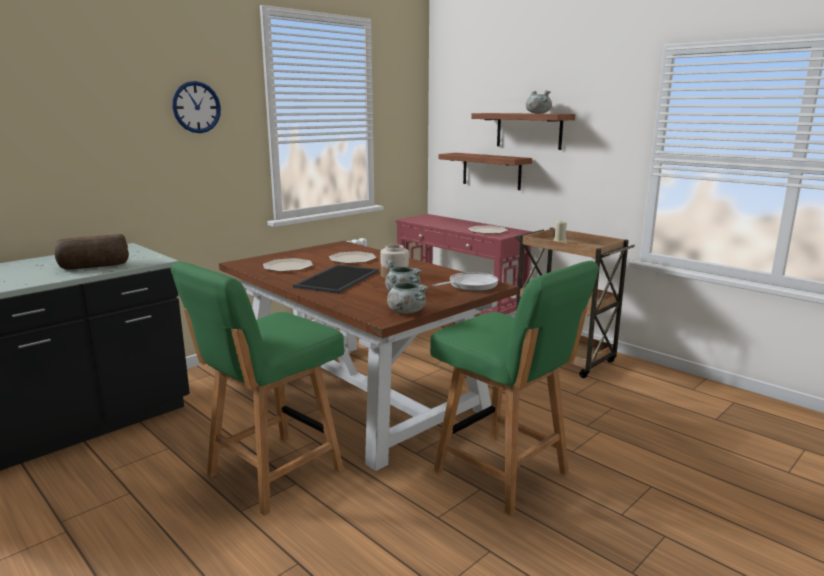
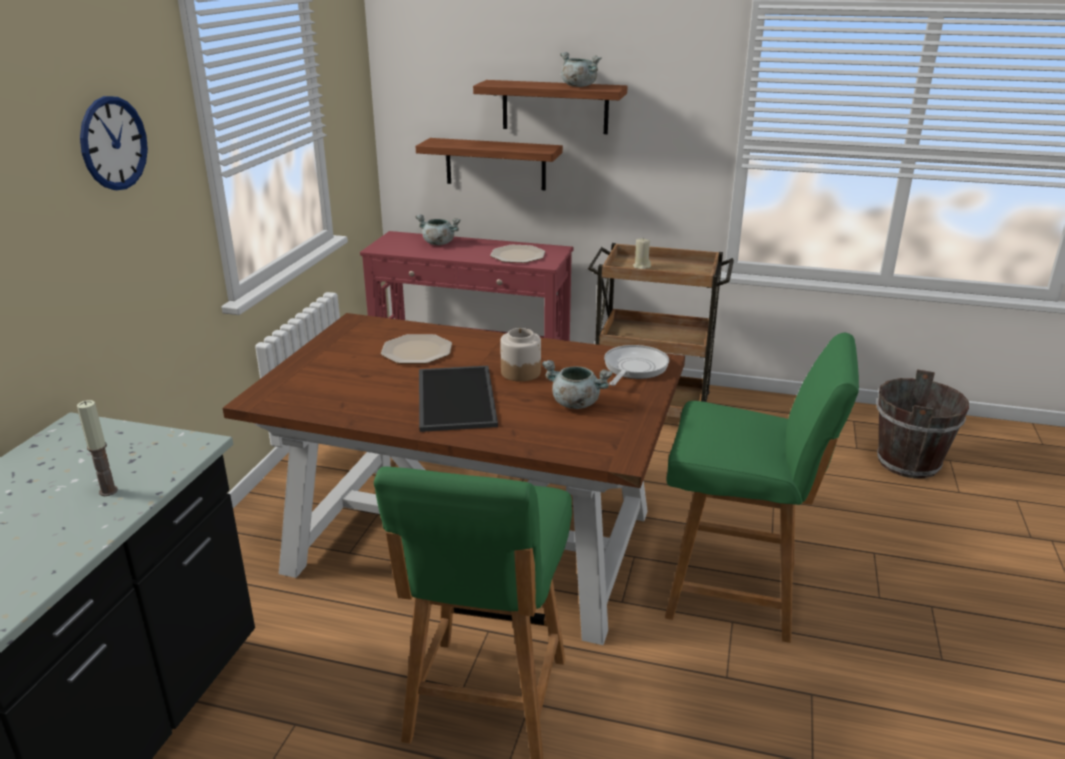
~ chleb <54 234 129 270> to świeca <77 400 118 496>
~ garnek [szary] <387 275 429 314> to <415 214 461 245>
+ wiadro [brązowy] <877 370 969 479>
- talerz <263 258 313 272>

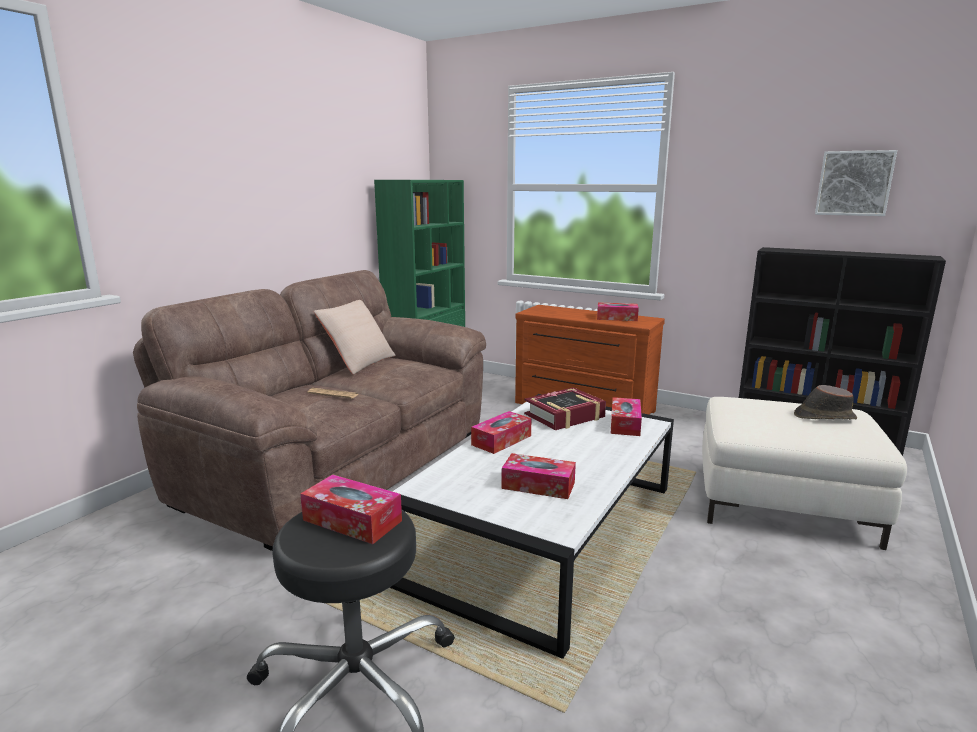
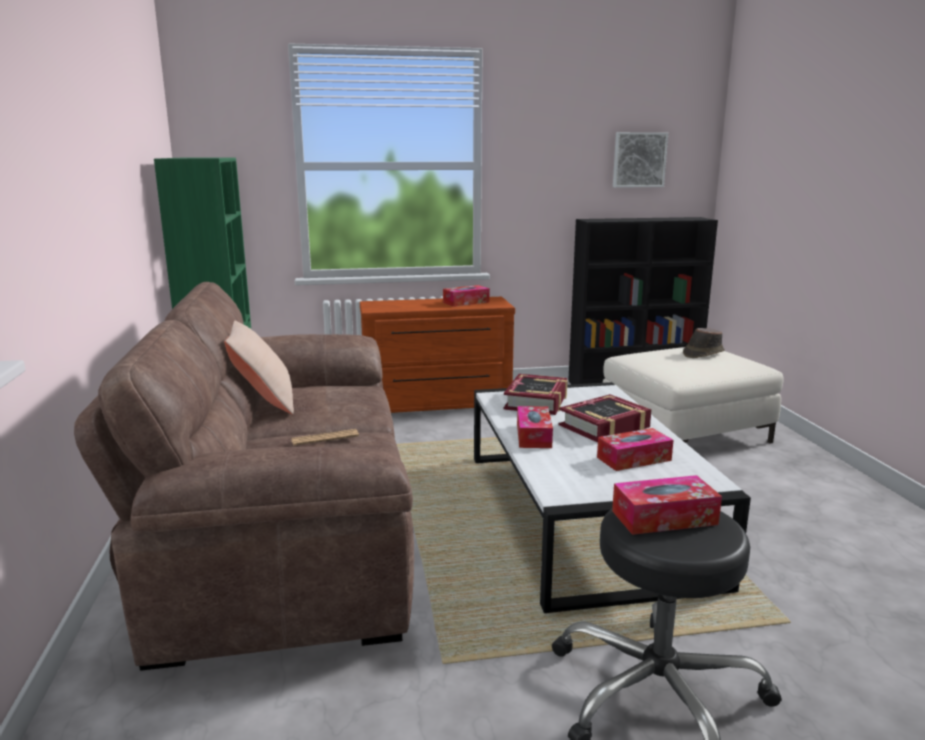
+ książka <559 394 652 443>
- pudełko chusteczek <611 397 642 436>

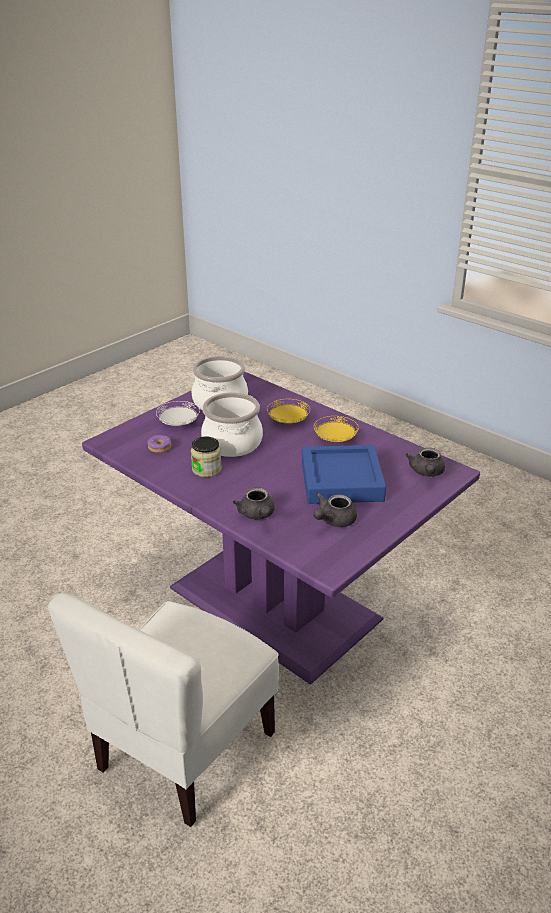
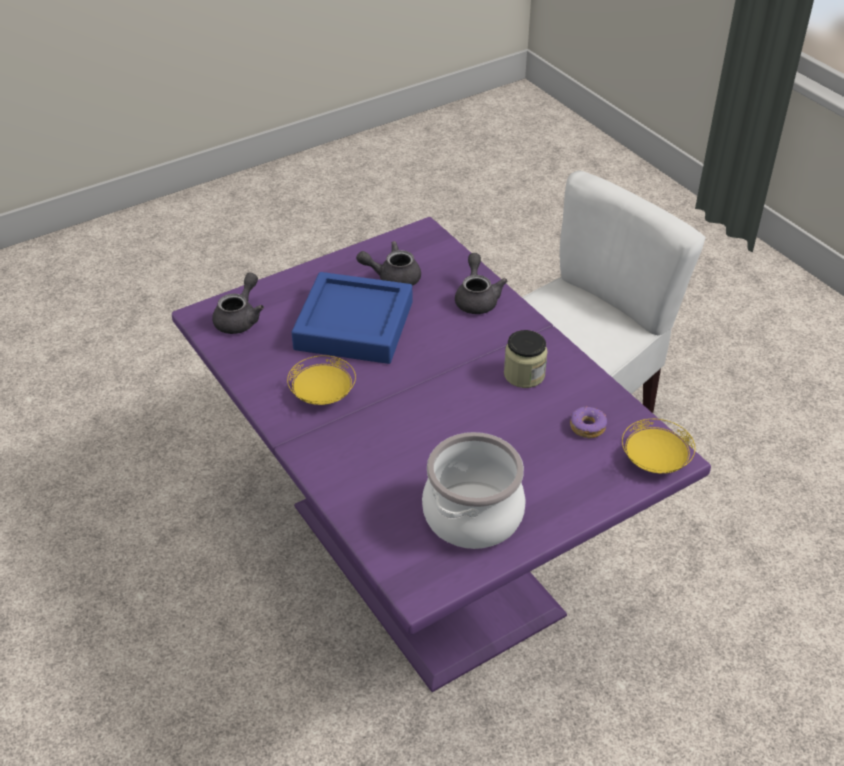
~ imbryk [szary] <313 493 357 527> = <356 241 421 286> 150 degrees counterclockwise
~ talerz [żółty] <267 399 310 424> to <622 419 695 474>
- talerz [biały] <156 401 200 426>
- garnek <201 392 263 457>

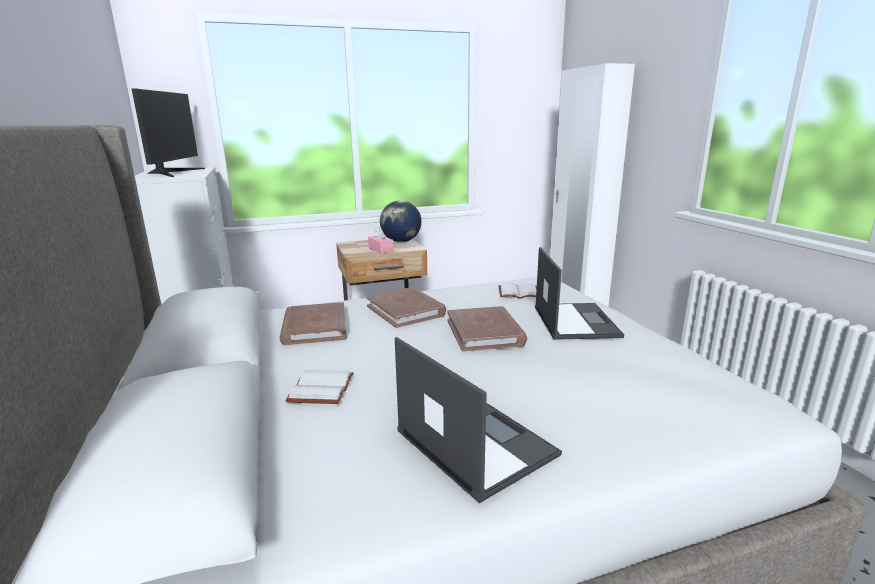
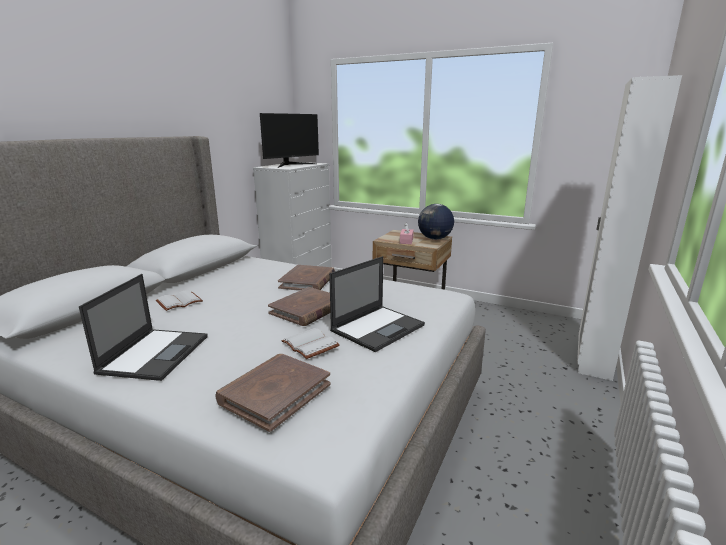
~ książka [brązowy] <280 302 347 345> to <215 354 331 432>
~ książka [biały] <499 282 537 299> to <282 328 340 359>

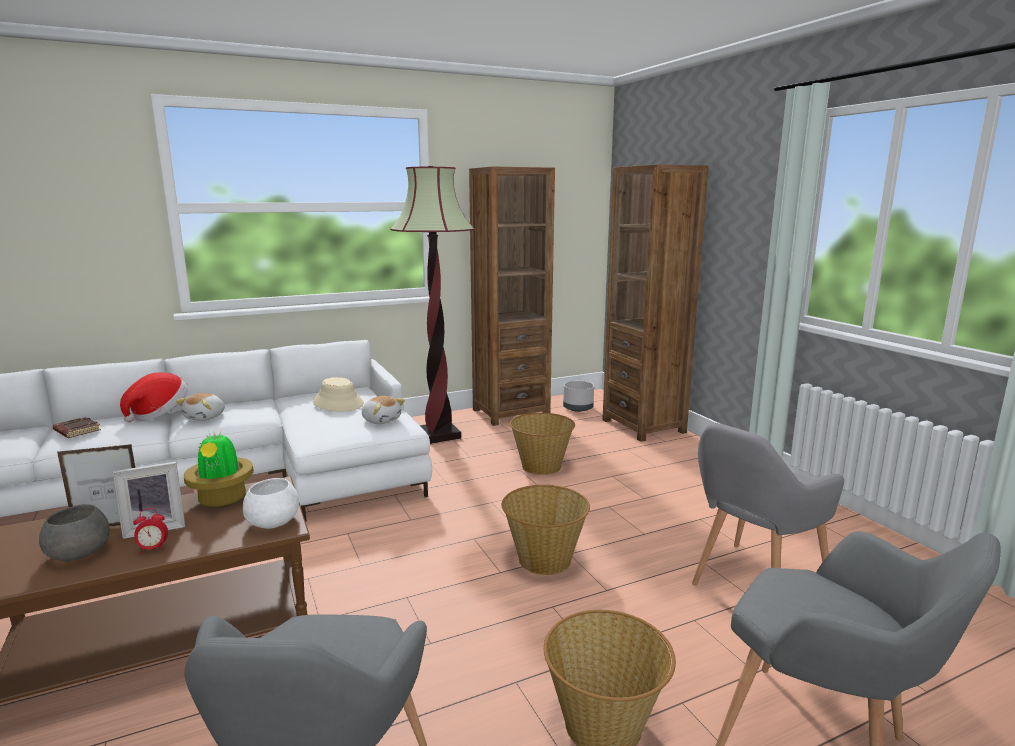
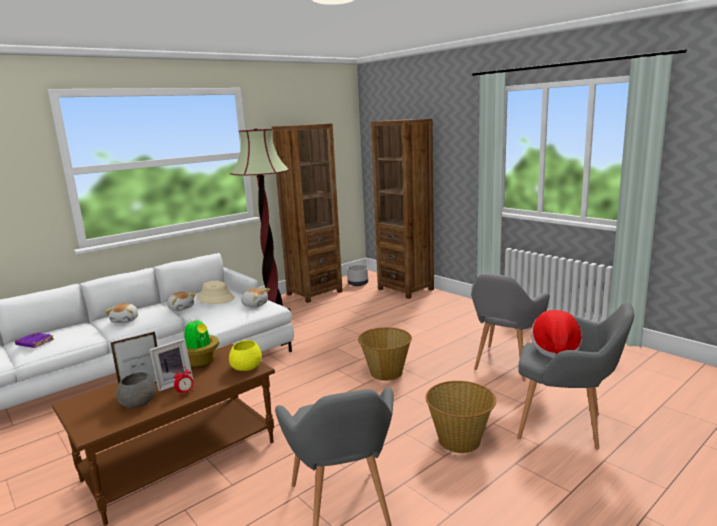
~ książka [brązowy] <53 417 101 438> to książka [fioletowy] <15 333 54 348>
+ pluszak <167 292 196 311>
~ miska [biały] <243 478 299 529> to miska [żółty] <229 340 262 371>
~ kapelusz <120 372 188 423> to <531 310 582 358>
- koszyk <510 413 575 475>

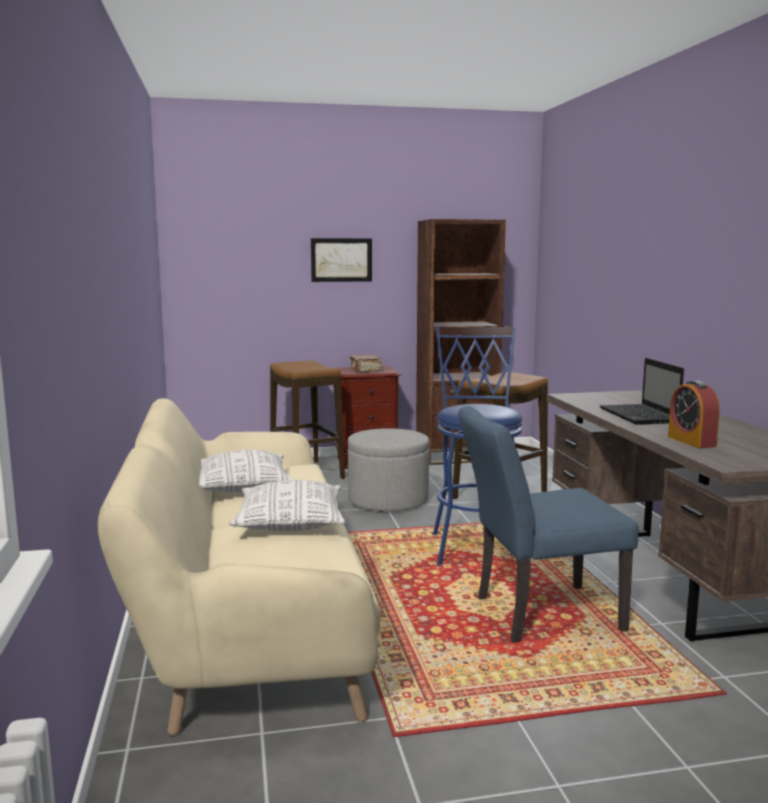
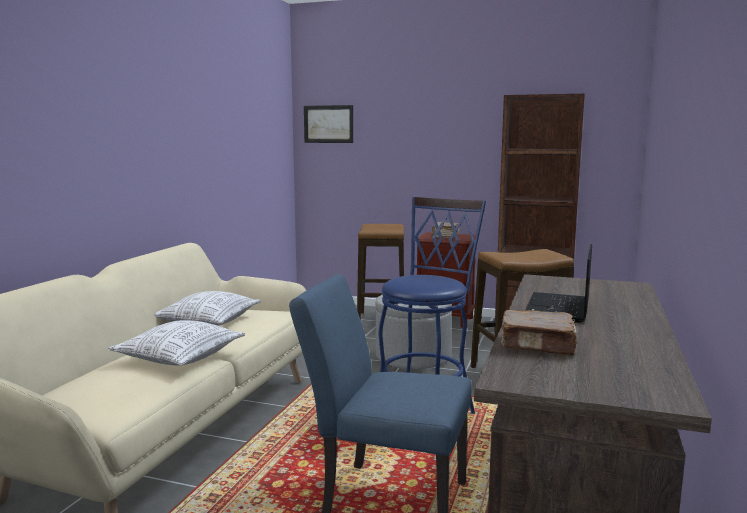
~ obraz <311 238 372 282> to <304 105 353 143>
~ budzik <668 381 719 448> to książka [brązowy] <501 310 578 356>

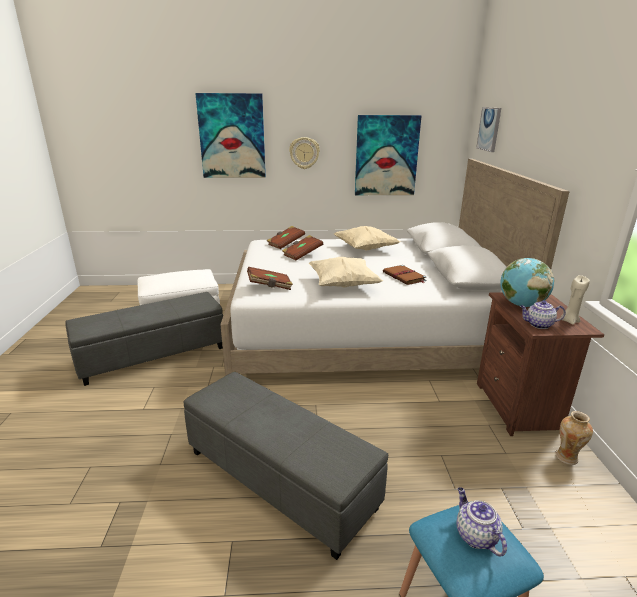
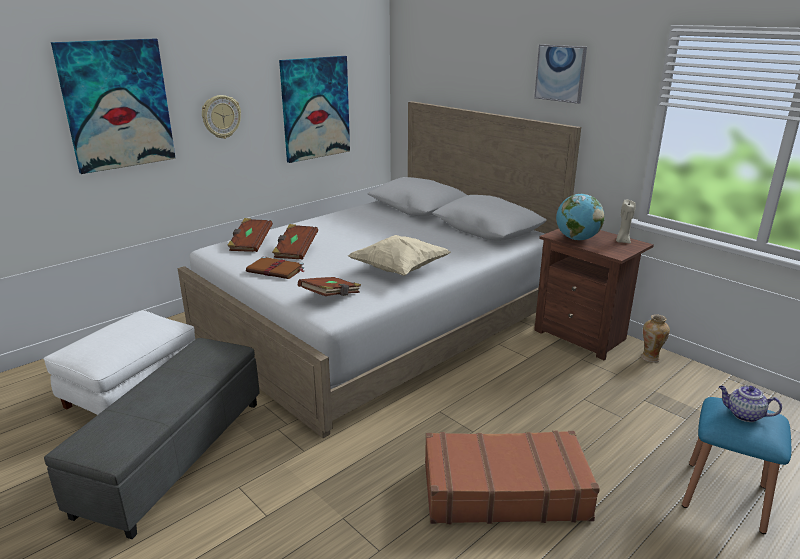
~ książka [brązowy] <383 265 427 285> to <246 256 304 279>
~ pufa [szary] <184 372 388 560> to walizka [brązowy] <425 430 600 524>
~ obraz <476 107 501 152> to <534 44 587 104>
- poduszka [beżowy] <334 226 400 250>
- imbryk <520 300 566 329>

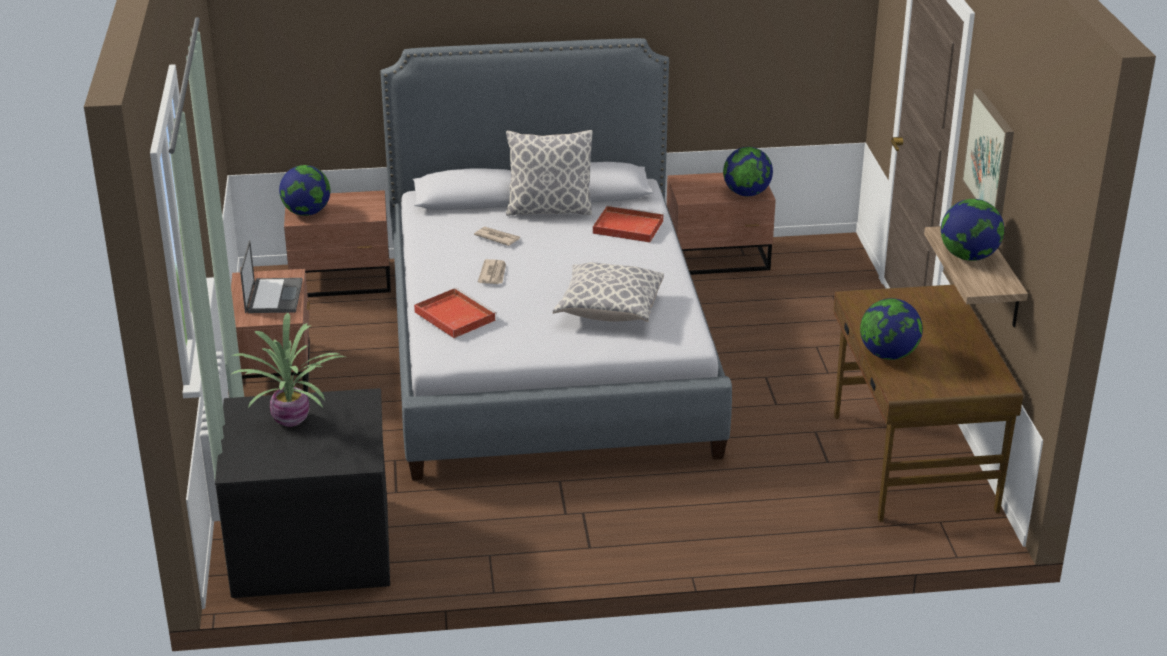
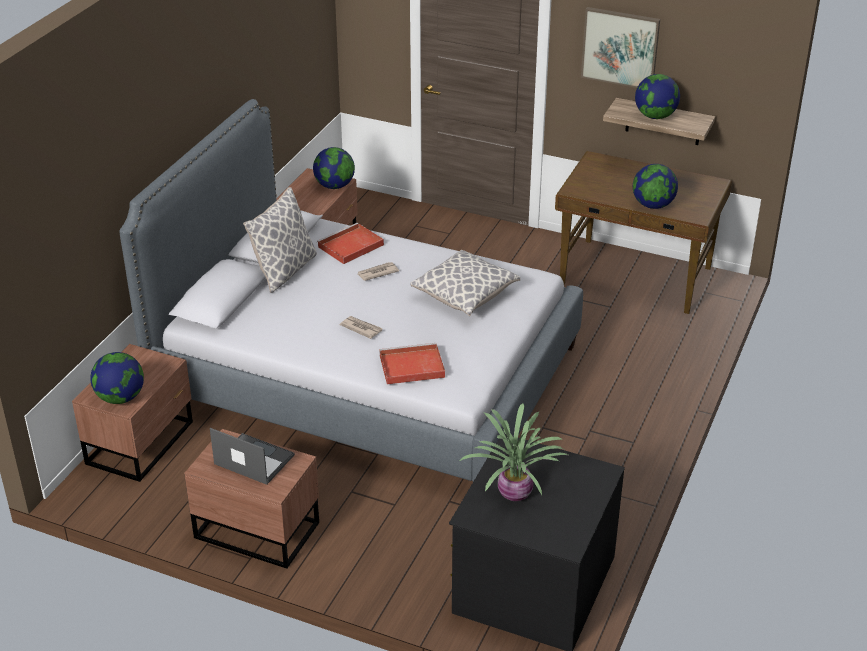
~ gazeta <474 226 520 246> to <358 262 399 281>

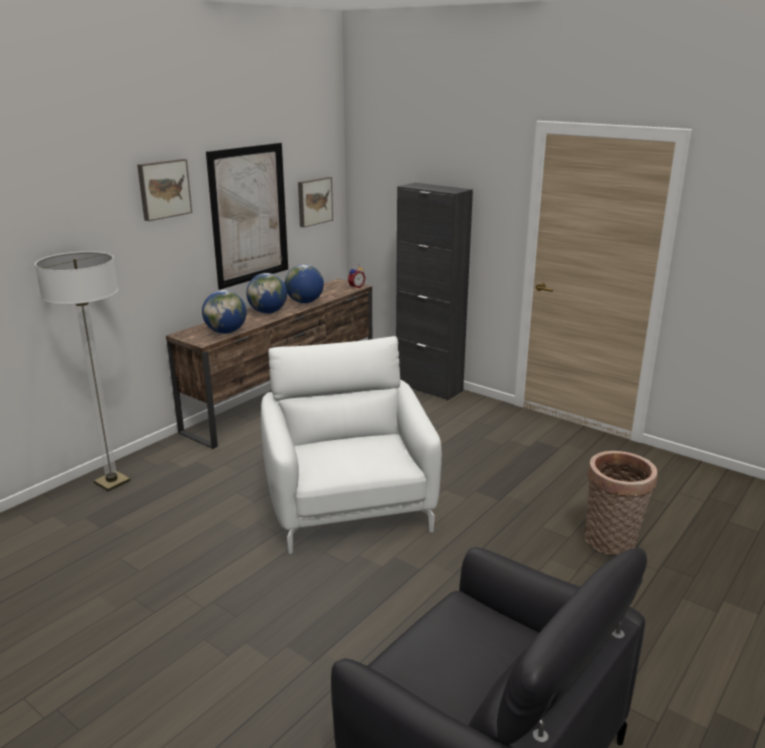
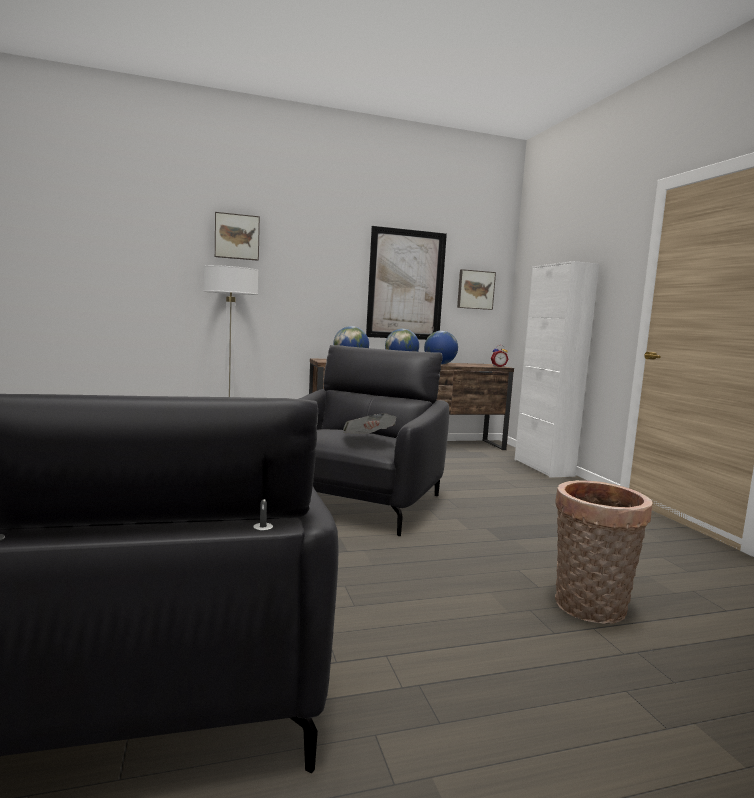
~ obraz <137 159 192 221> to <215 212 260 261>
~ fotel [biały] <261 336 442 554> to fotel [czarny] <299 345 449 536>
+ gazeta <343 413 396 434>
~ szafka [czarny] <396 183 473 401> to szafka [biały] <515 261 599 478>

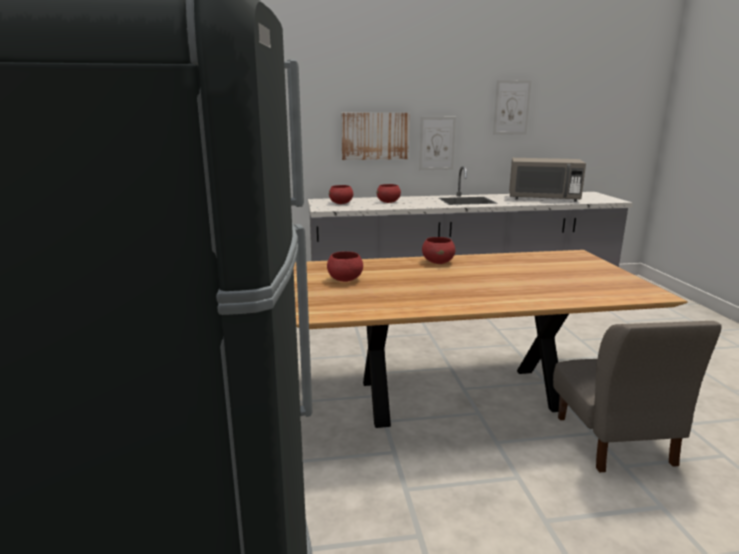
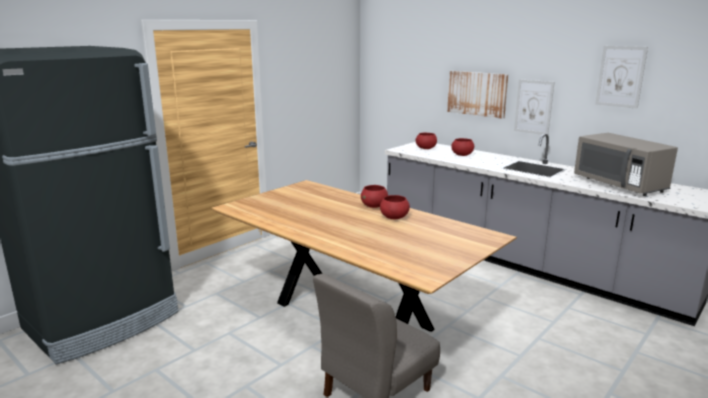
~ miska [czerwony] <327 251 363 282> to <380 195 410 219>

